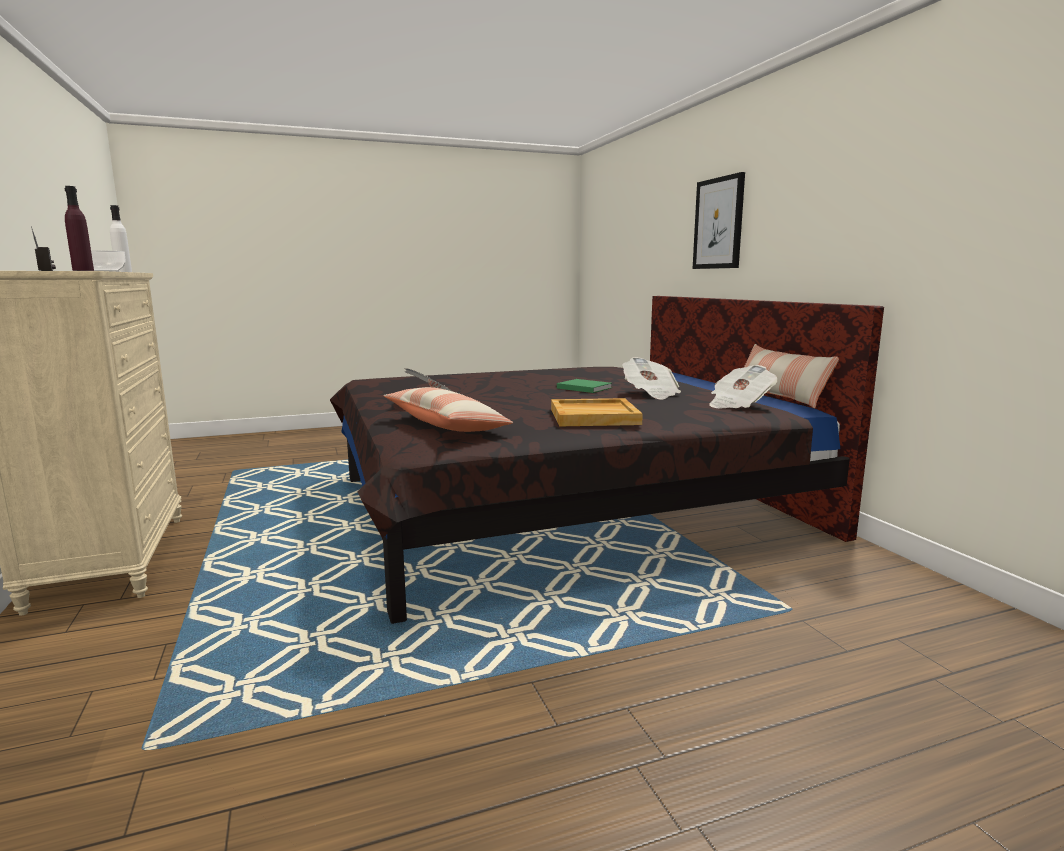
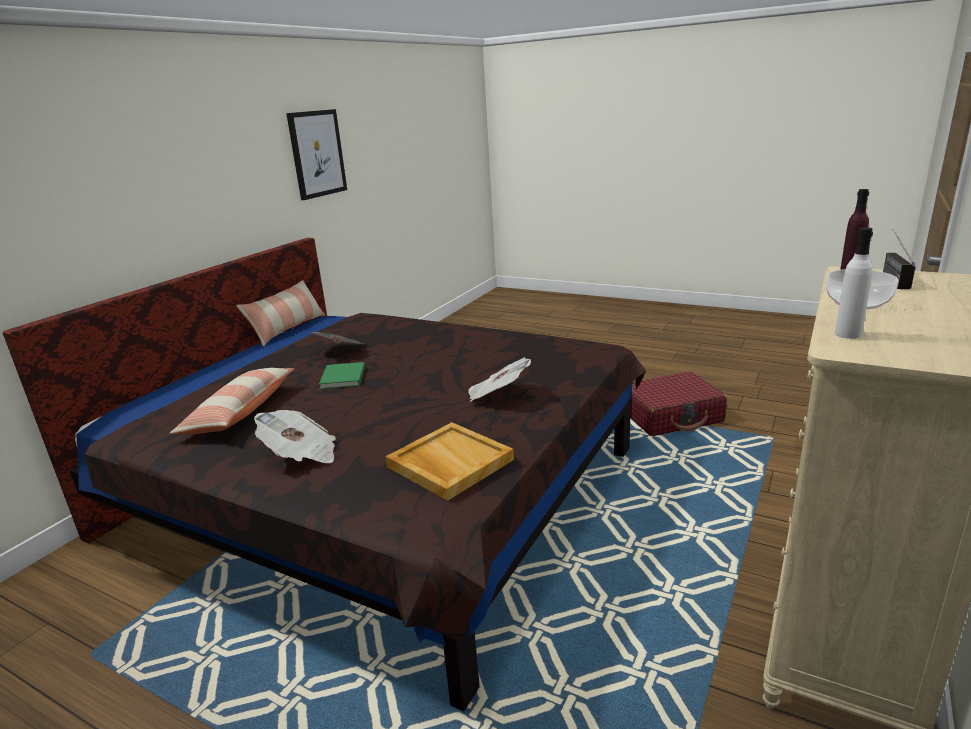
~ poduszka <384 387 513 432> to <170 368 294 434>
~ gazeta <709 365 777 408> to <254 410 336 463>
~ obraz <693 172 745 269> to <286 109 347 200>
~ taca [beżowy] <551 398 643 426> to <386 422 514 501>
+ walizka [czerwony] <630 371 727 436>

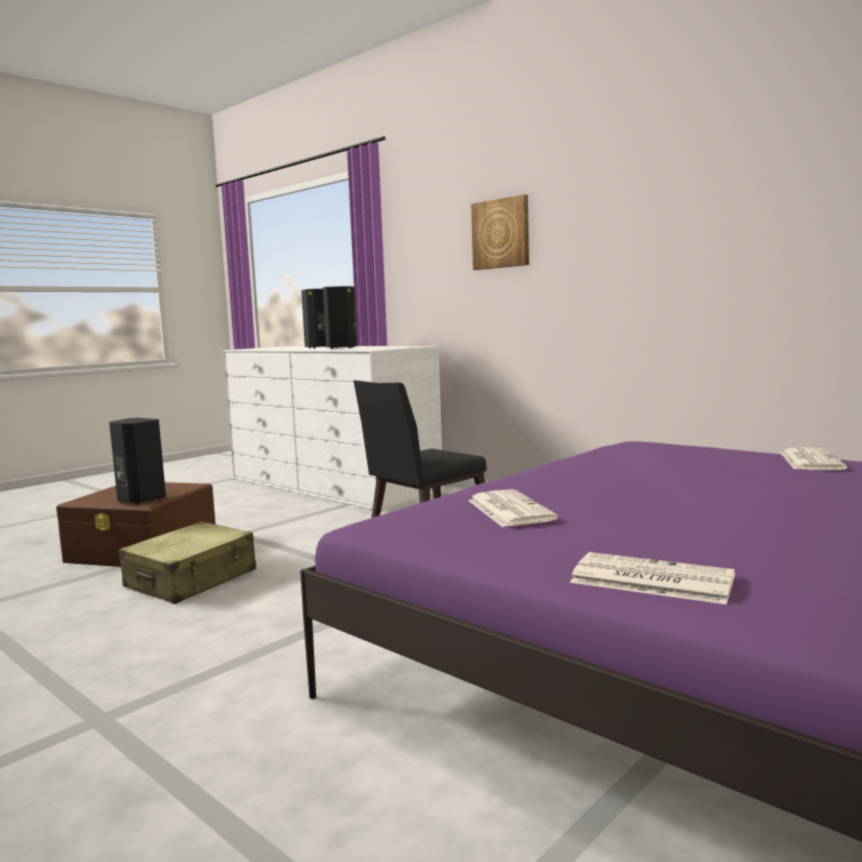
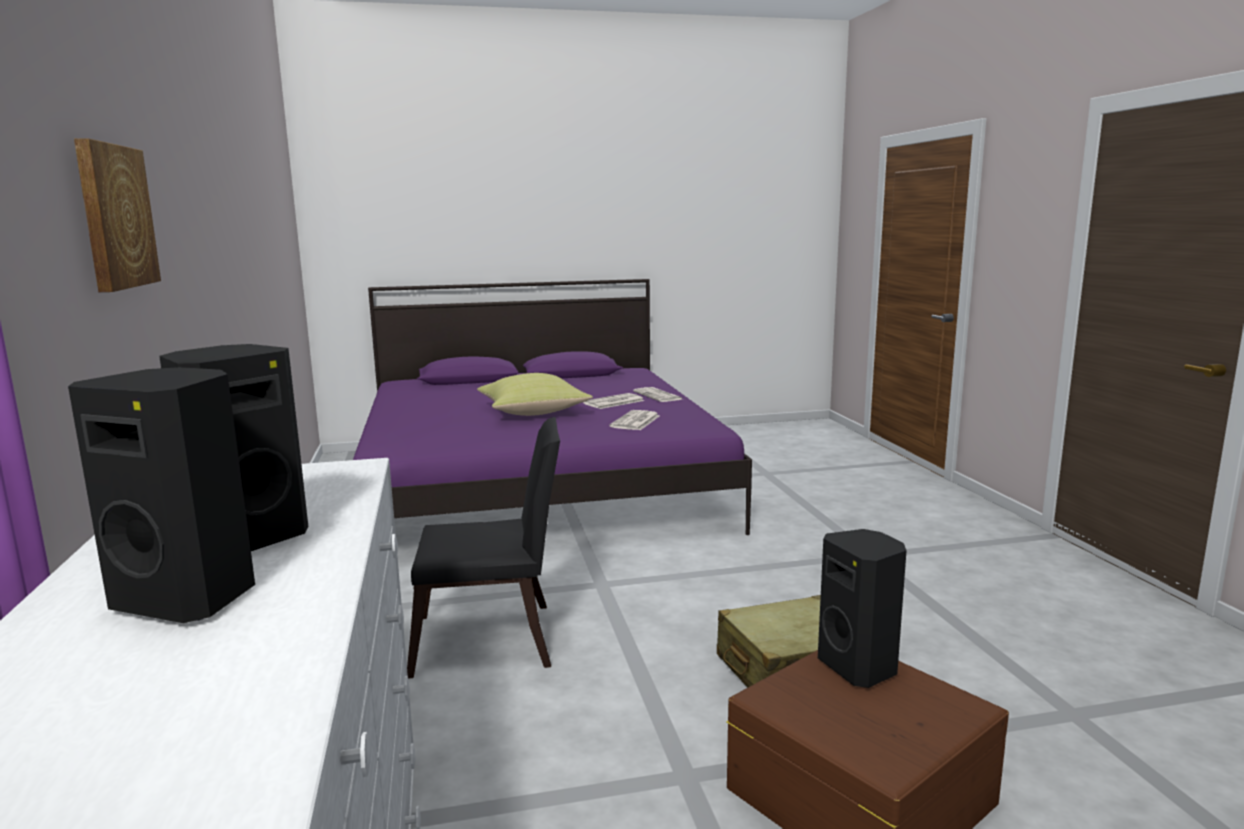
+ poduszka [żółty] <477 373 593 416>
~ gazeta <781 447 847 470> to <583 393 644 409>

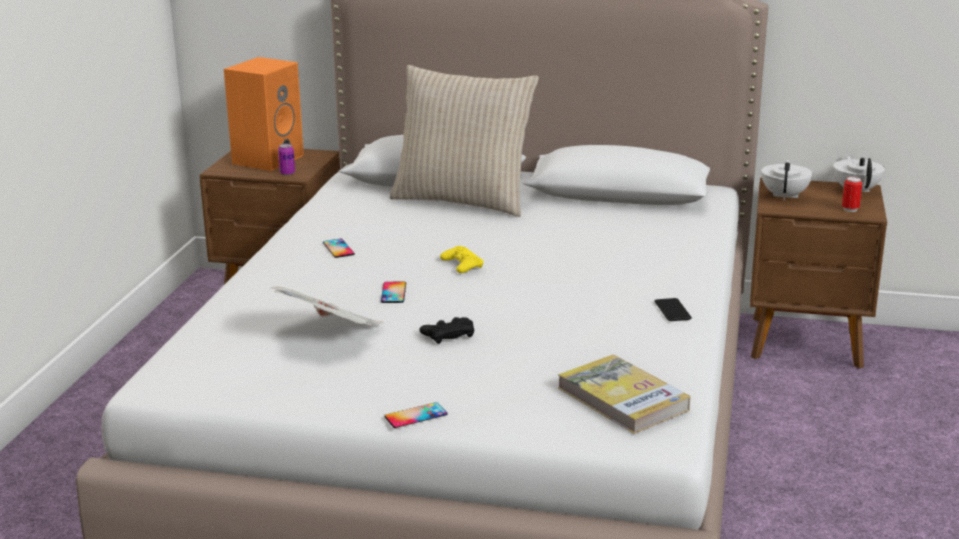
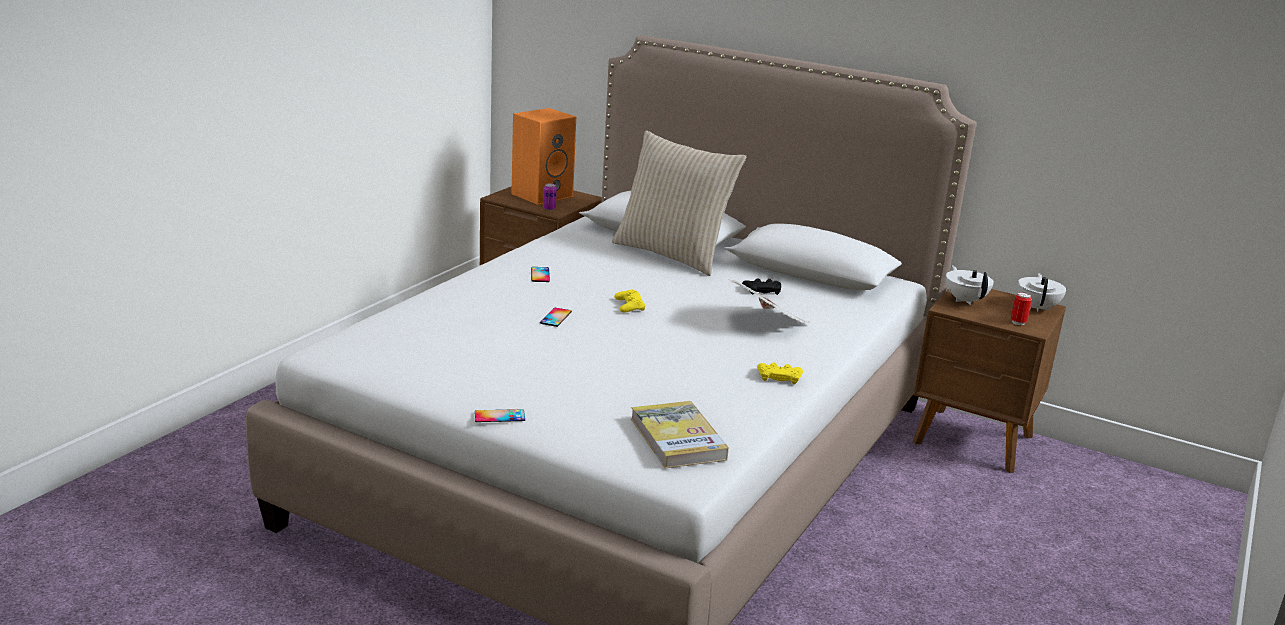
~ gazeta <270 287 384 326> to <730 280 811 323>
~ pad do gier [czarny] <419 317 474 344> to <742 279 781 295>
~ telefon <655 298 692 321> to pad do gier [żółty] <757 363 803 384>
~ imbryk [biały] <761 160 813 201> = <946 265 994 305> 45 degrees counterclockwise

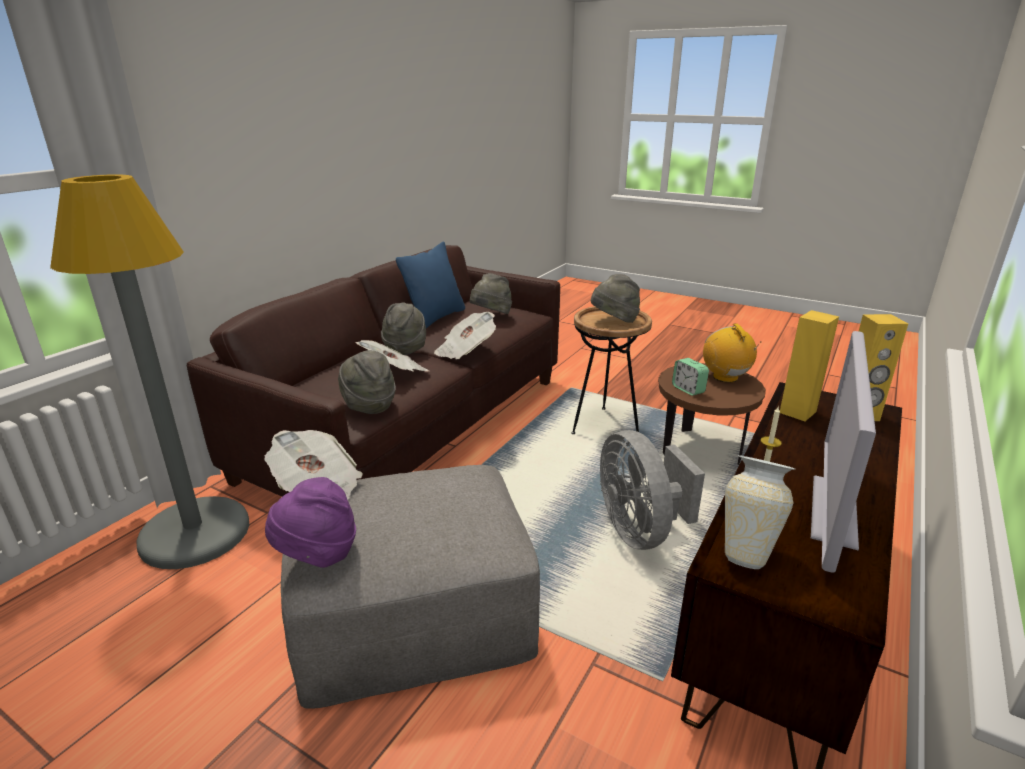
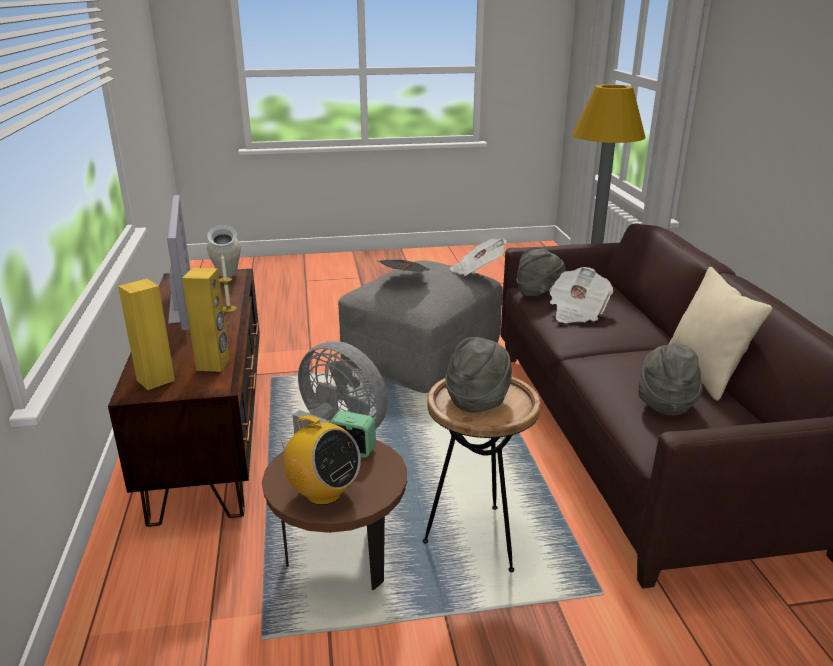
~ gazeta <434 312 496 360> to <378 259 430 272>
~ poduszka [niebieski] <396 242 465 328> to poduszka [beżowy] <668 267 772 401>
- kapelusz [fioletowy] <265 477 356 568>
- kapelusz [szary] <381 302 426 355>

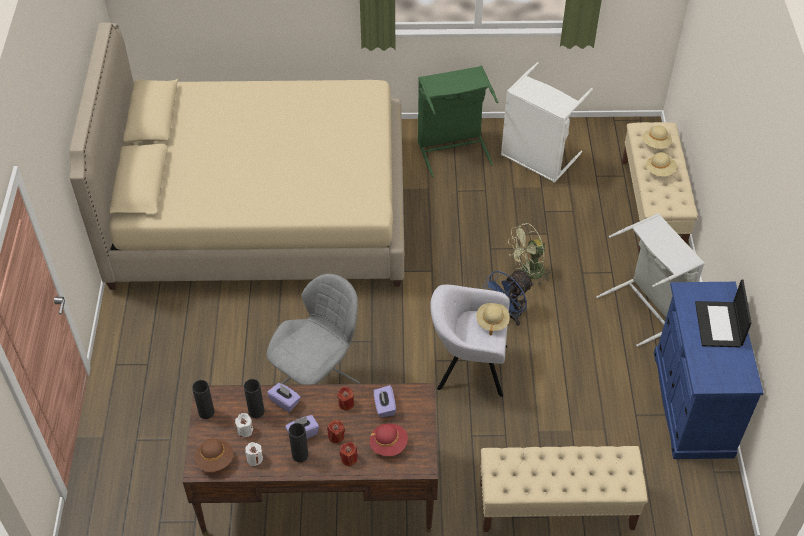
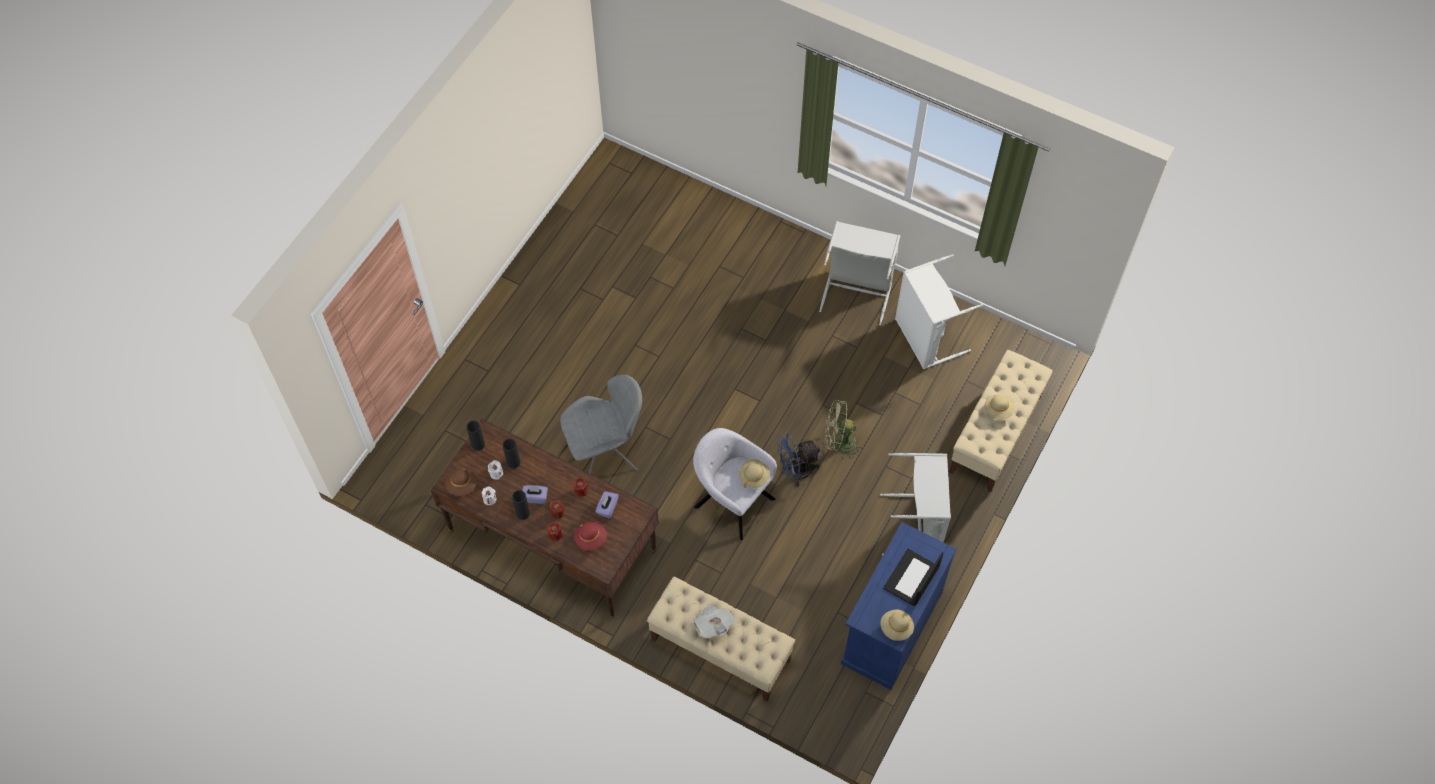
+ gazeta <692 604 734 638>
~ kosz na pranie [zielony] <417 66 498 177> to kosz na pranie [szary] <819 221 900 326>
~ kapelusz [beżowy] <642 125 672 149> to <880 610 914 641>
- łóżko [beżowy] <69 22 404 290>
- pudełko chusteczek [fioletowy] <267 383 301 412>

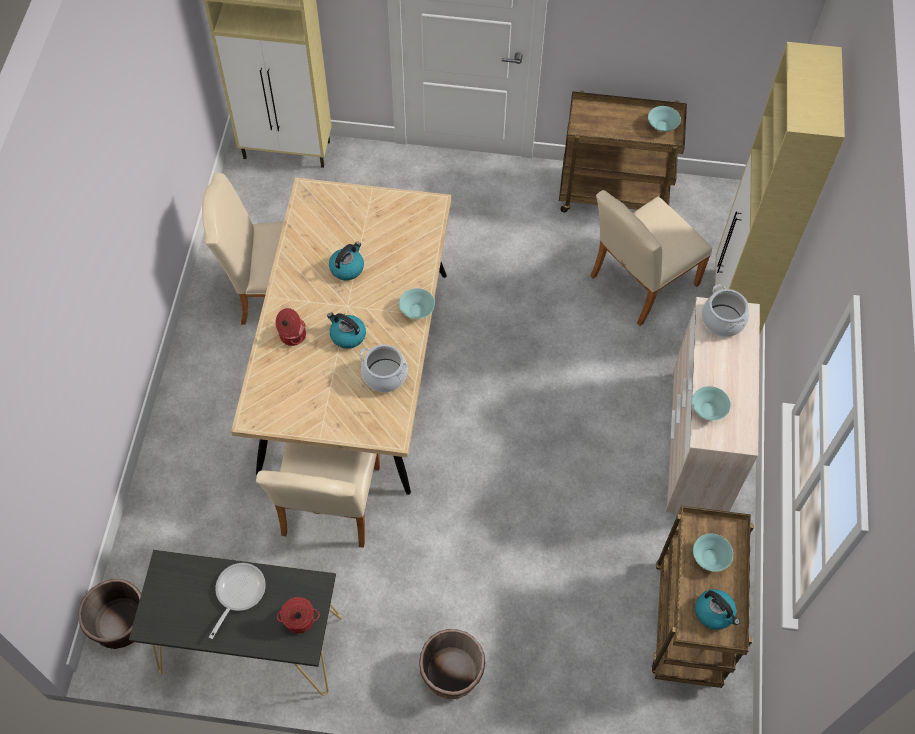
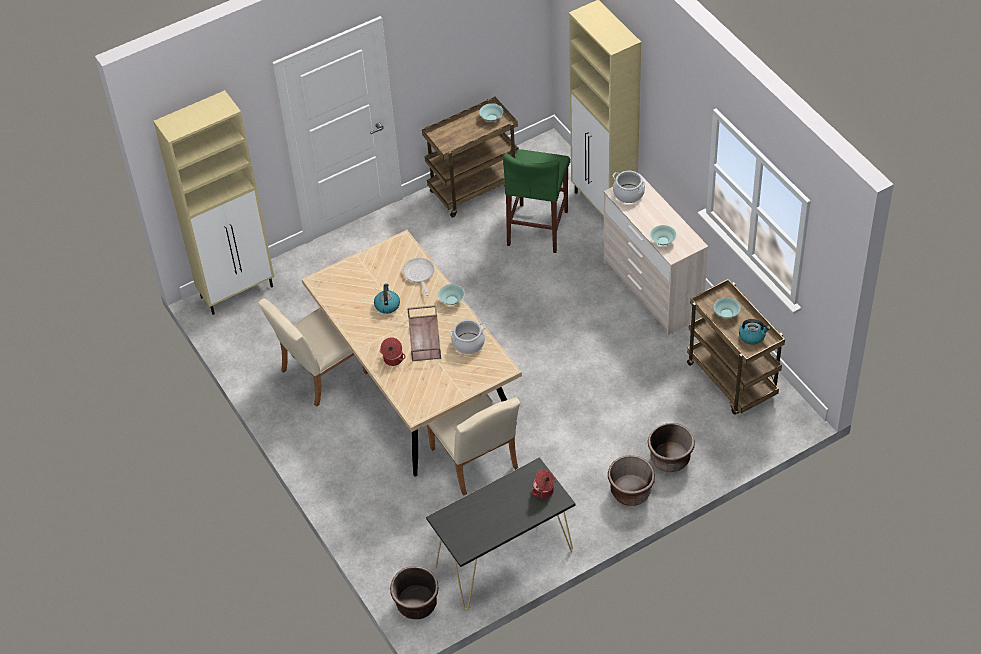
~ patelnia <209 563 266 639> to <402 258 435 296>
~ czajnik <327 312 366 349> to taca [brązowy] <407 305 441 362>
~ krzesło [beżowy] <590 190 712 326> to stołek [zielony] <503 149 570 253>
+ donica [brązowy] <648 423 695 472>

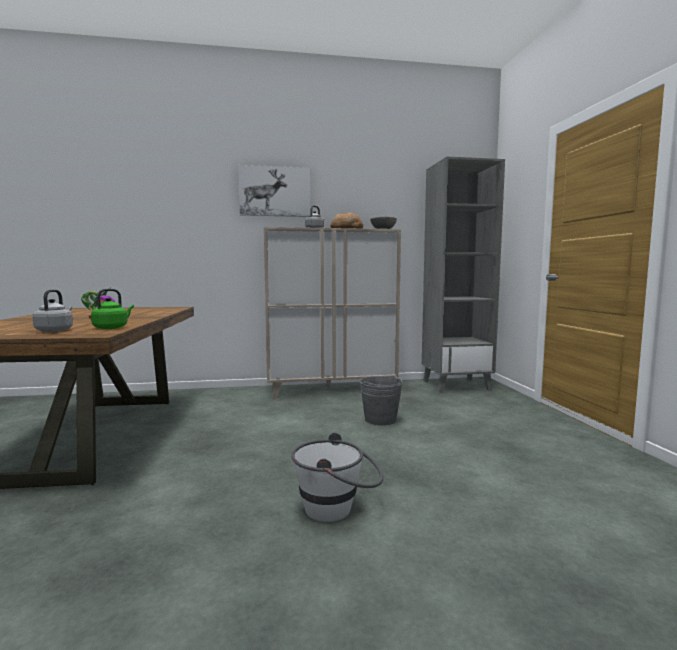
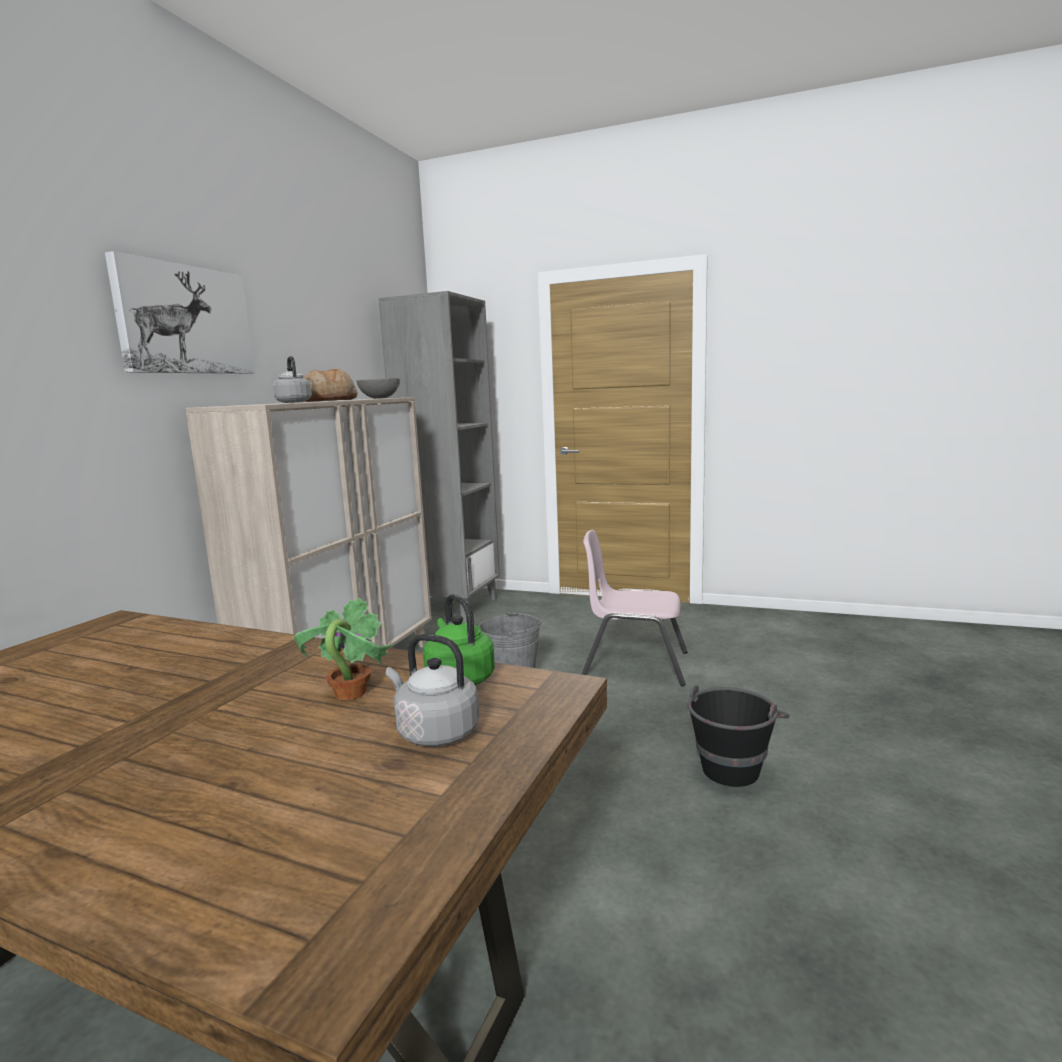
+ krzesło [różowy] <581 530 688 686>
~ wiadro [biały] <291 432 383 522> to wiadro [czarny] <687 685 790 787>

